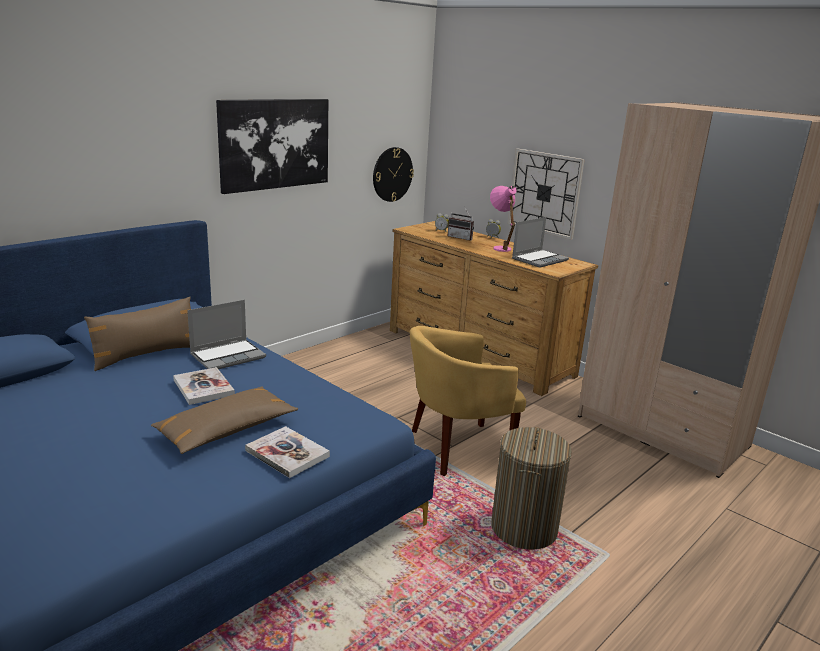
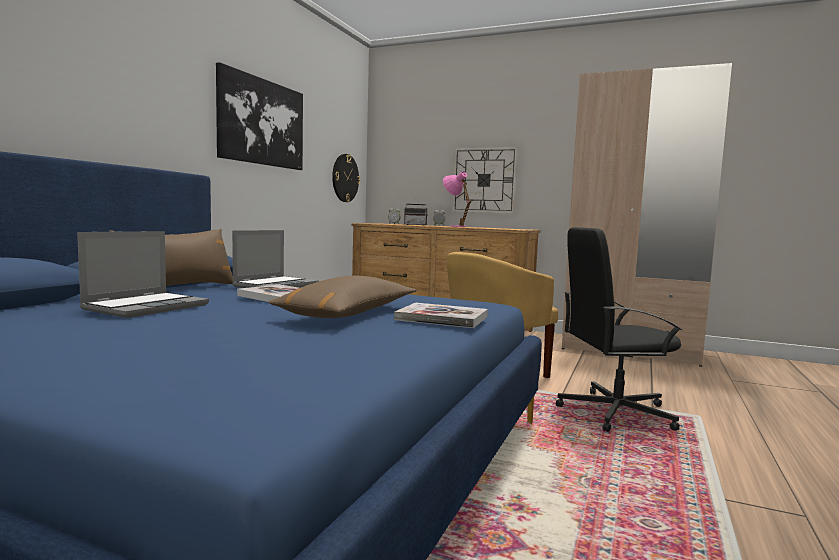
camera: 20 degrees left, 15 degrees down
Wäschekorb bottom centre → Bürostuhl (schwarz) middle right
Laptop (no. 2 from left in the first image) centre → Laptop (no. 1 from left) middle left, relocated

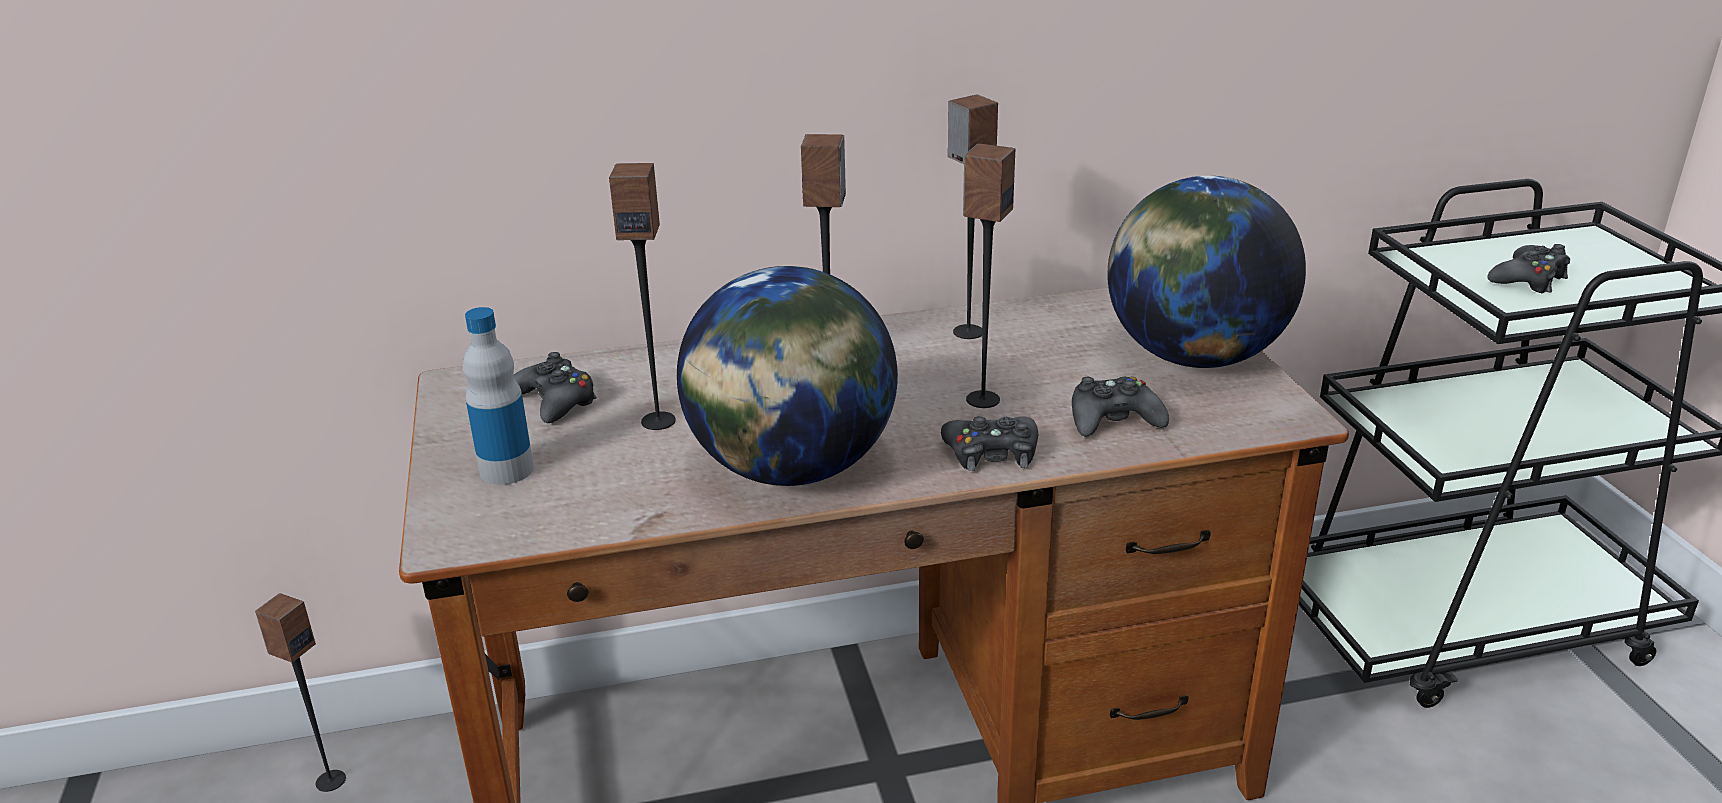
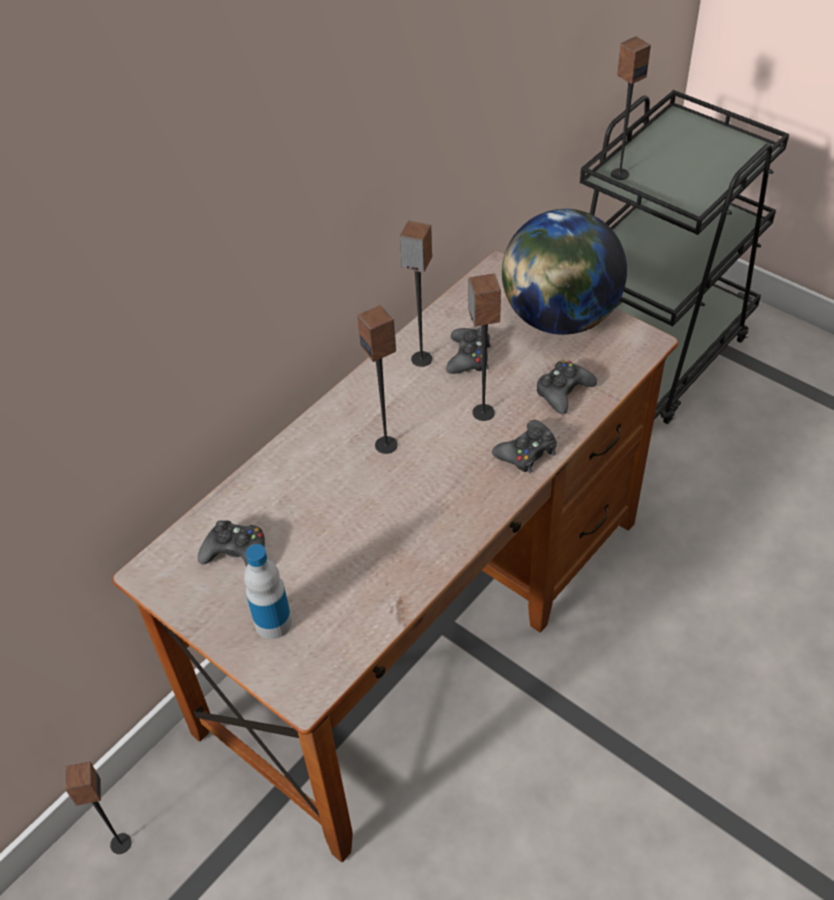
camera: 35 degrees left, 20 degrees up
Lautsprecher (no. 2 from left in the first image) centre → Lautsprecher (no. 5 from left) top right, relocated
Globus (no. 1 from left) centre → -
Gamepad (schwarz) (no. 4 from left in the first image) middle right → Gamepad (schwarz) (no. 2 from left) centre, relocated

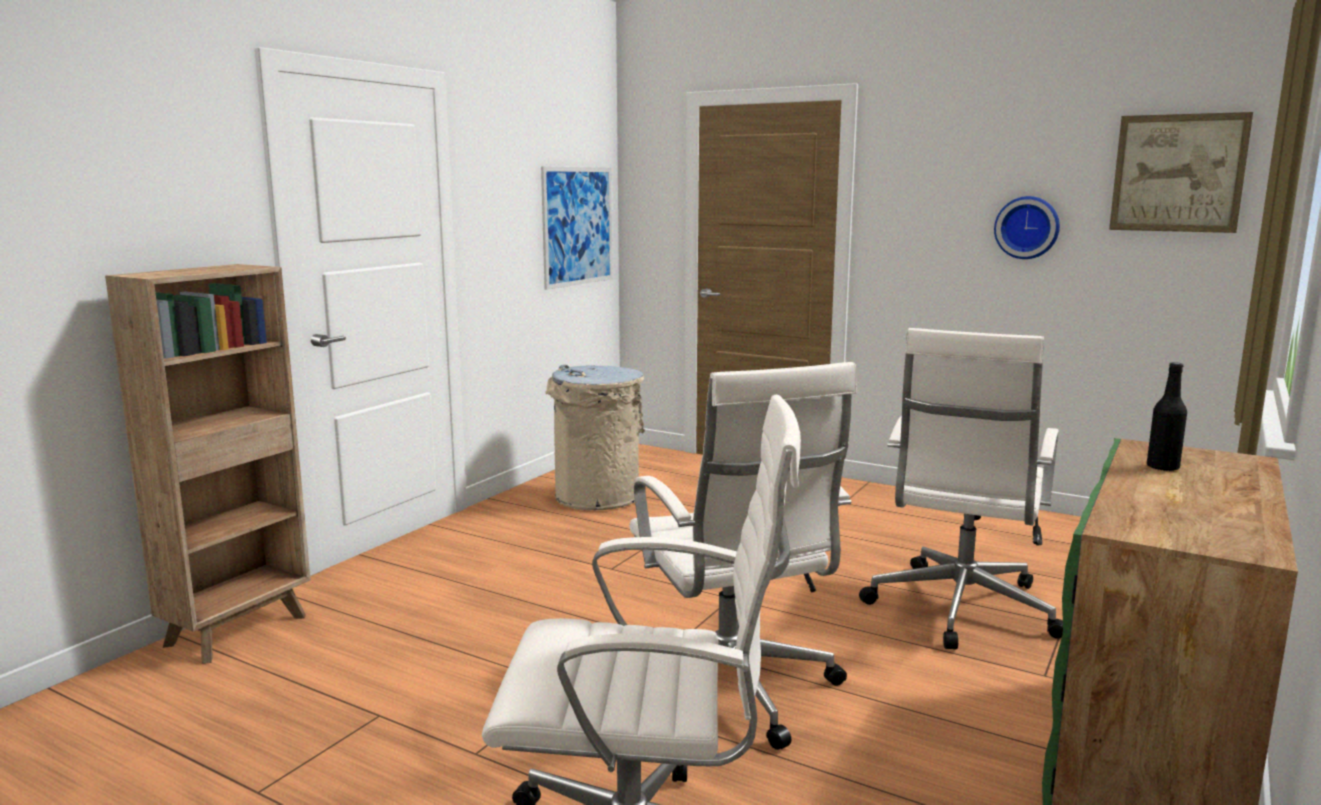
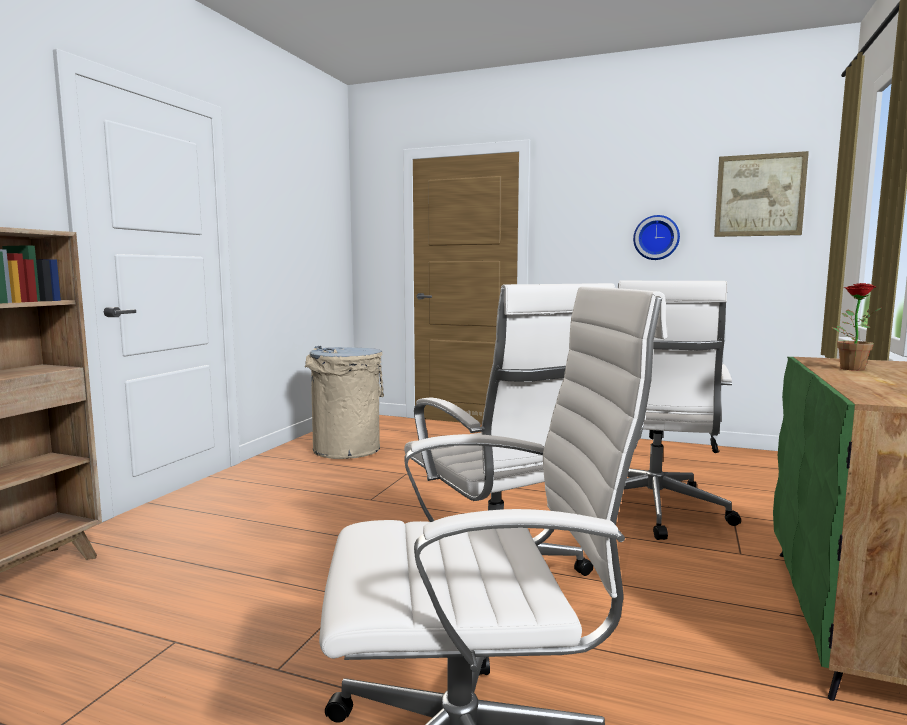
camera: 10 degrees left, 5 degrees down
Bild (no. 1 from left) top centre → -
Flasche (schwarz) middle right → Topfpflanze middle right

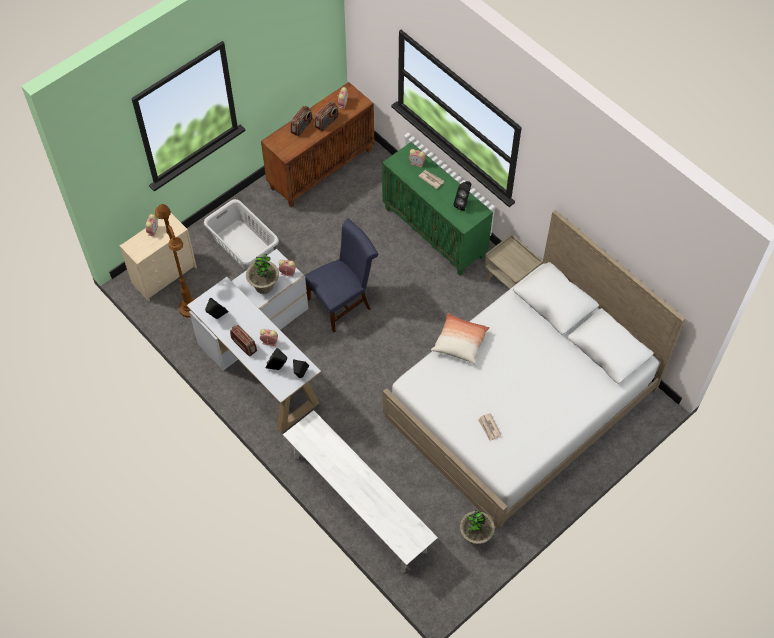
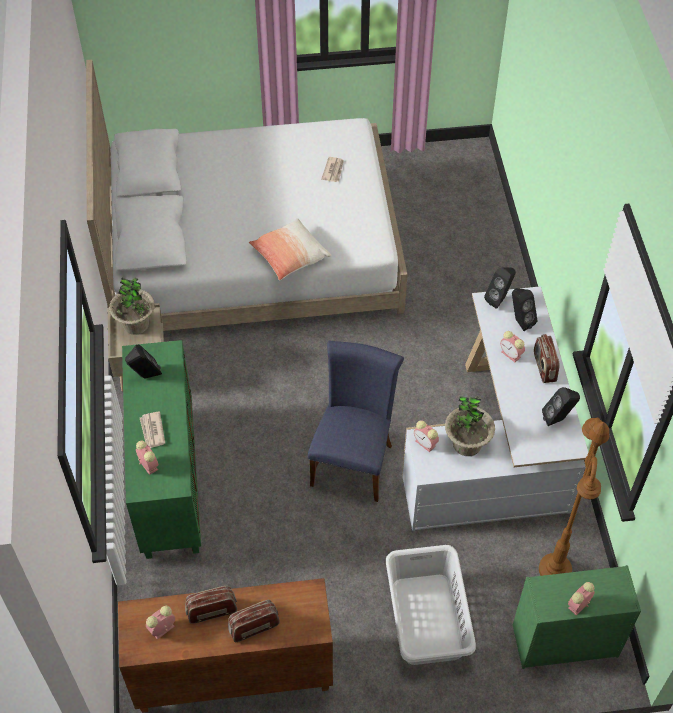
camera: 145 degrees left, 5 degrees down
Kommode (beige) middle left → Kommode (grün) bottom right
Bank (weiß) bottom centre → -
Stuhl (blau) centre, 105 degrees clockwise
Topfpflanze (no. 2 from left in the first image) bottom centre → Topfpflanze (no. 1 from left) middle left, relocated

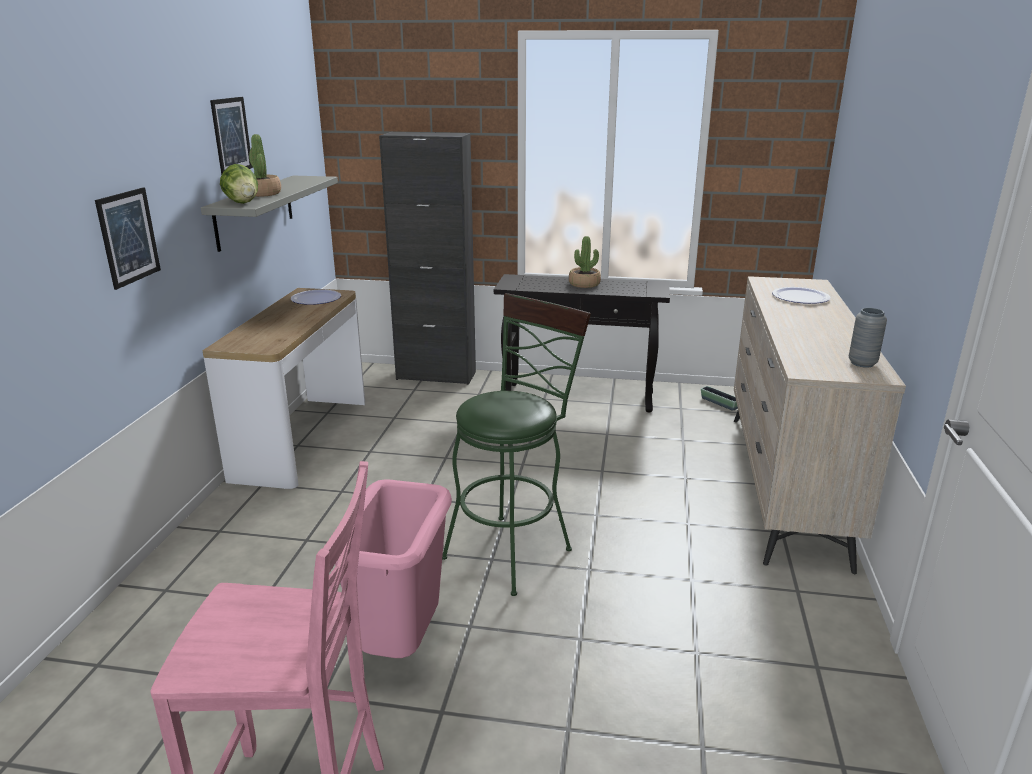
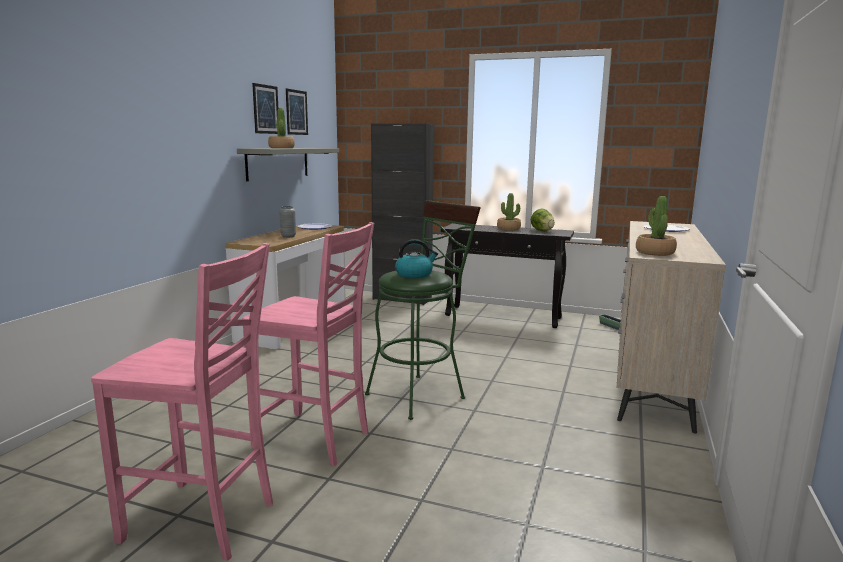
camera: 10 degrees right, 10 degrees down
Bild (no. 1 from left in the first image) top left → Bild (no. 2 from left) top centre, relocated
Salatkopf top left → Salatkopf centre, relocated
Mülleimer (rosa) bottom centre → Stuhl (rosa) (no. 2 from left) centre
Vase (grau) middle right → Vase (grau) centre, relocated
- → Wasserkessel centre
- → Topfpflanze (no. 3 from left) middle right

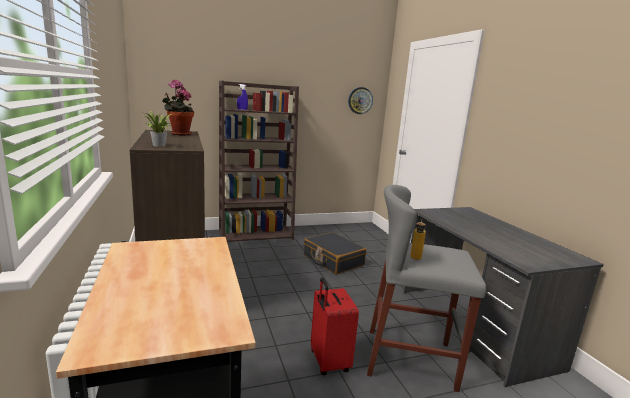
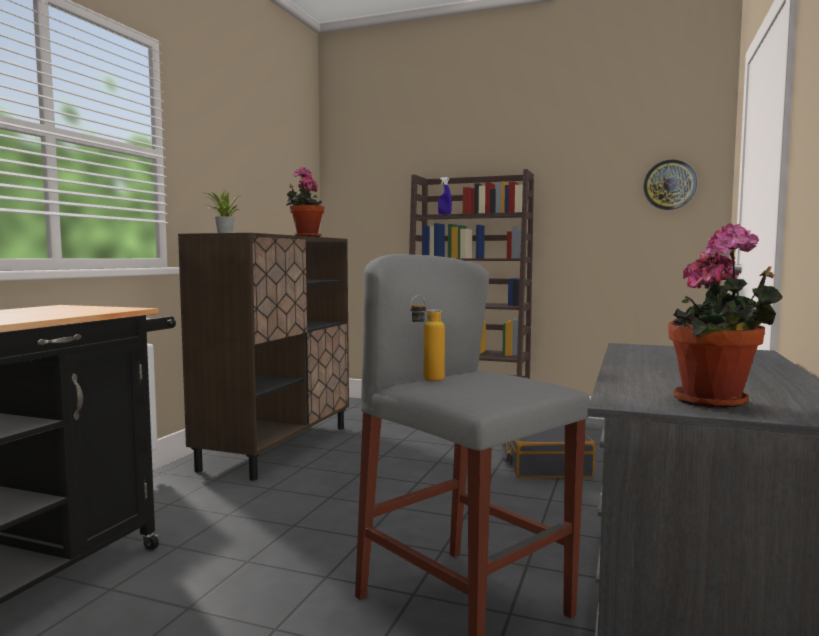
camera: 40 degrees right, 10 degrees down
Koffer (rot) bottom centre → -
- → Topfpflanze (no. 3 from left) middle right

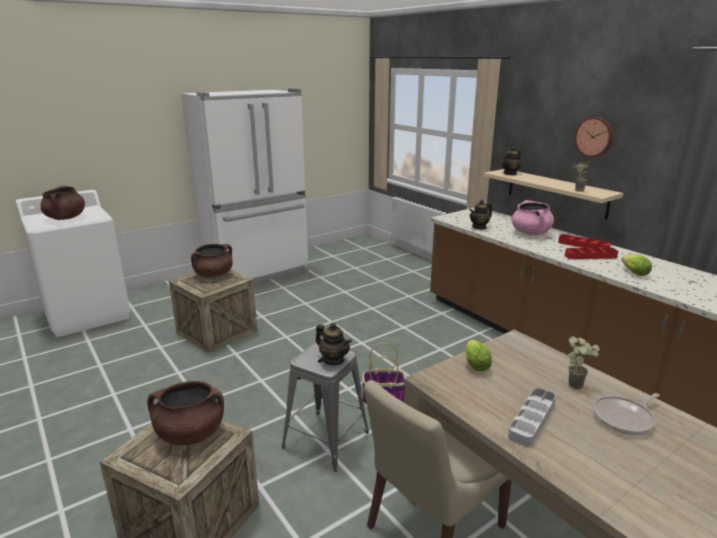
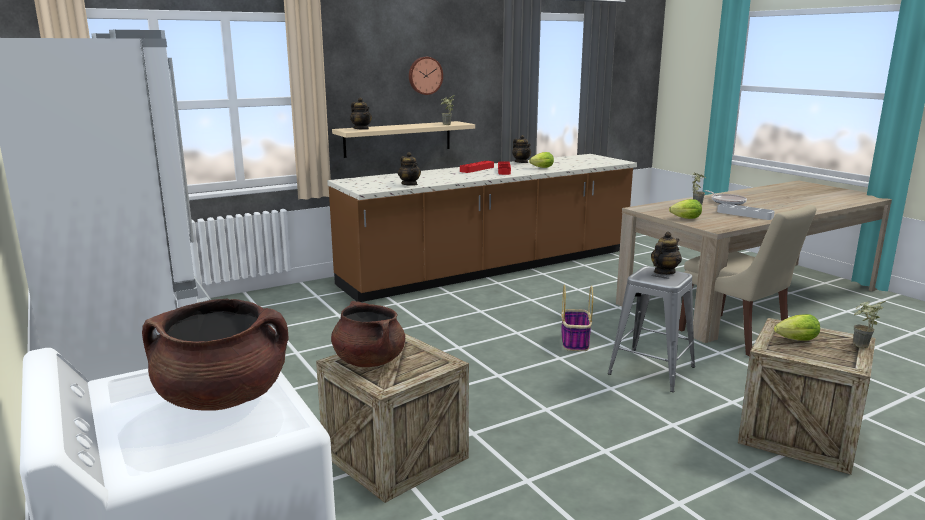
camera: 85 degrees left, 5 degrees down
Kochtopf (braun) (no. 2 from left) bottom left → Salatkopf (no. 3 from left) middle right
Kochtopf (rosa) middle right → -
- → Teekanne (no. 3 from left) top centre
- → Topfpflanze (no. 3 from left) middle right

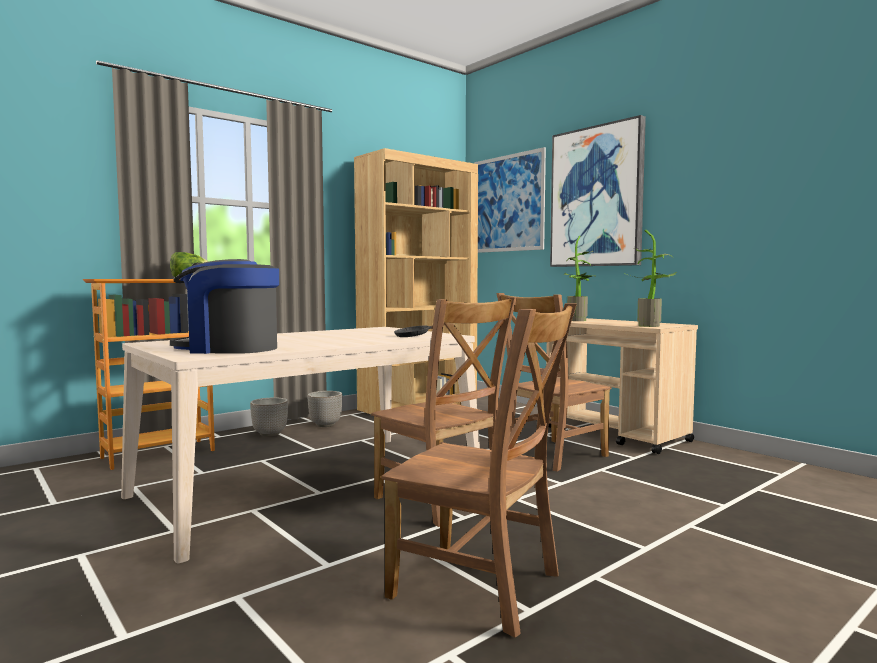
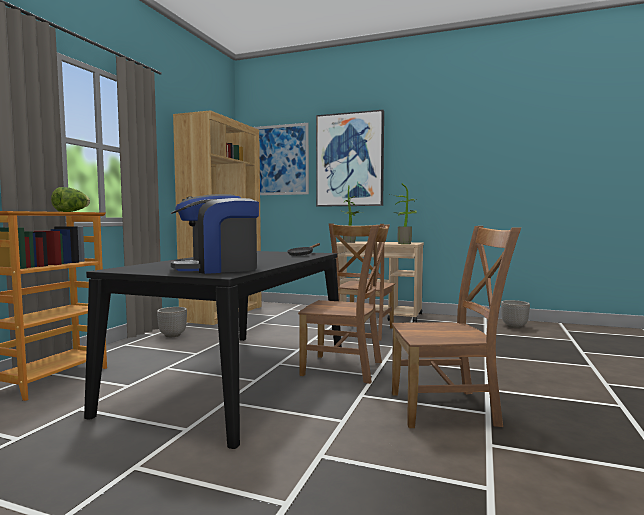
camera: 30 degrees left, 0 degrees up
Esstisch (beige) bottom centre → Esstisch (schwarz) bottom left
Pflanzkübel (no. 1 from left in the first image) middle left → Pflanzkübel (no. 2 from left) middle right, relocated

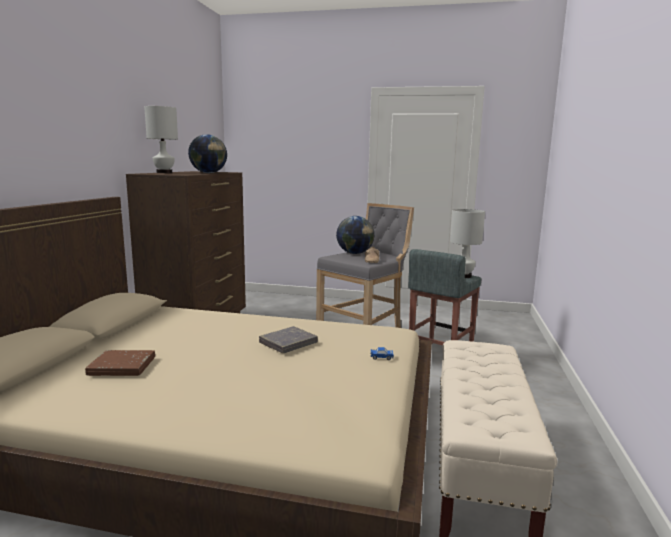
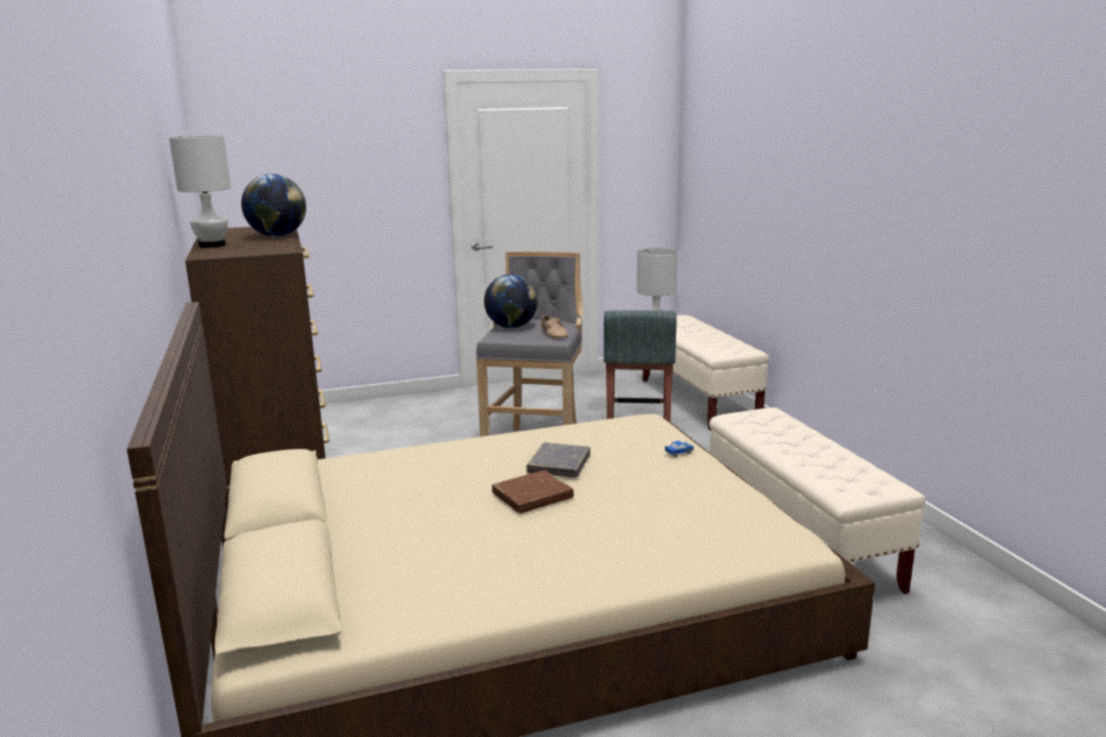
camera: 30 degrees left, 5 degrees up
Buch (braun) bottom left → Buch (braun) centre, relocated
- → Bank (beige) (no. 1 from left) centre

